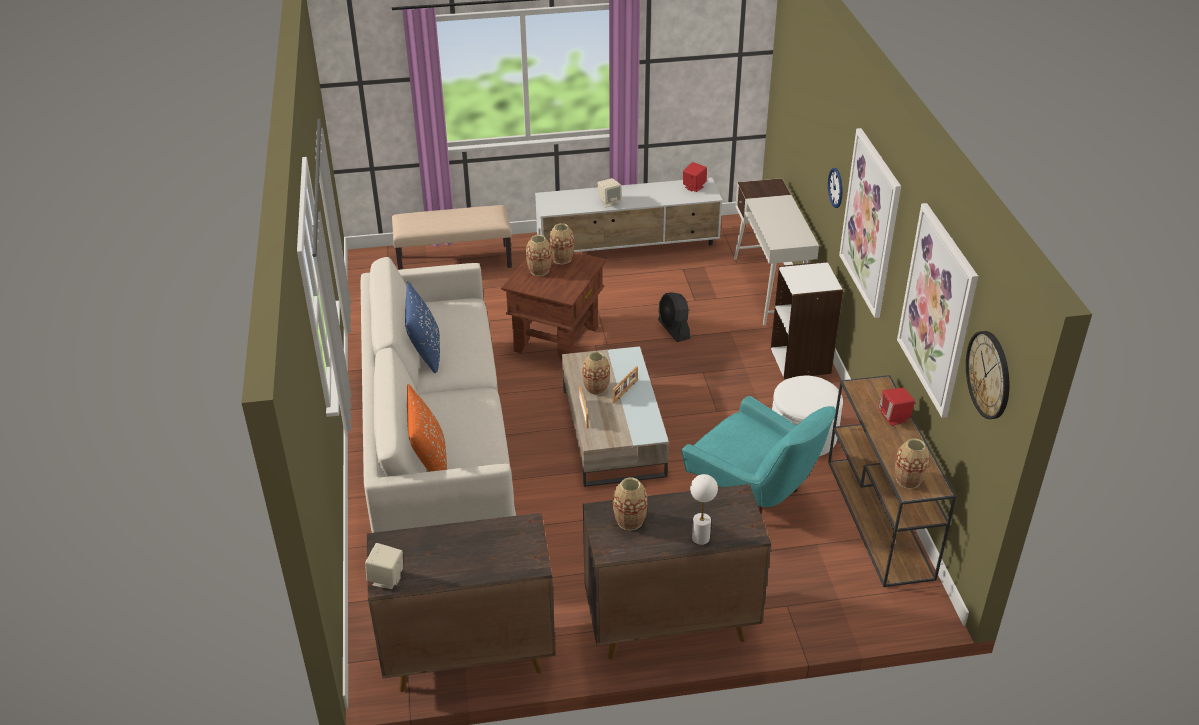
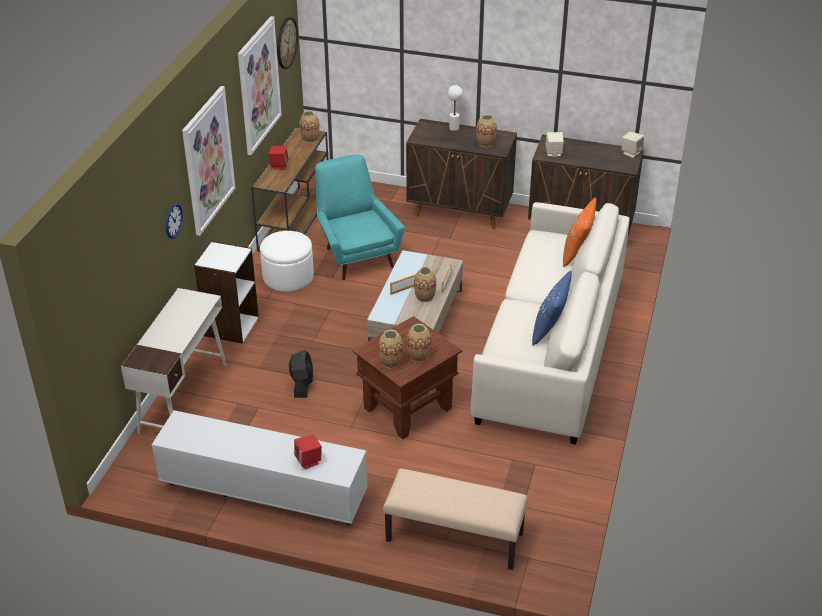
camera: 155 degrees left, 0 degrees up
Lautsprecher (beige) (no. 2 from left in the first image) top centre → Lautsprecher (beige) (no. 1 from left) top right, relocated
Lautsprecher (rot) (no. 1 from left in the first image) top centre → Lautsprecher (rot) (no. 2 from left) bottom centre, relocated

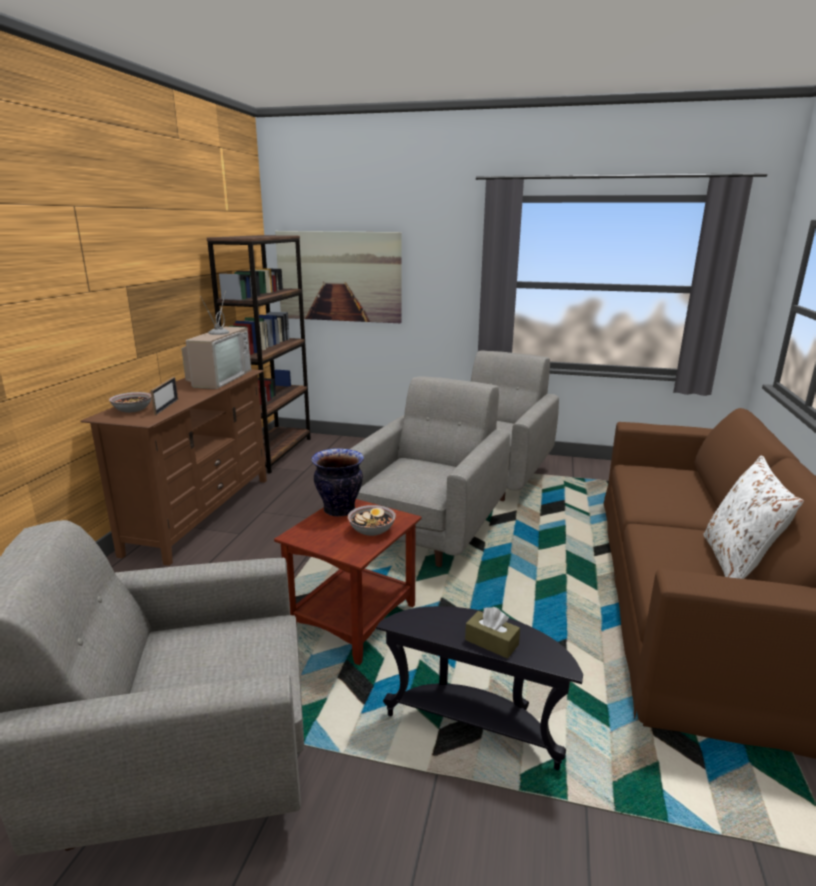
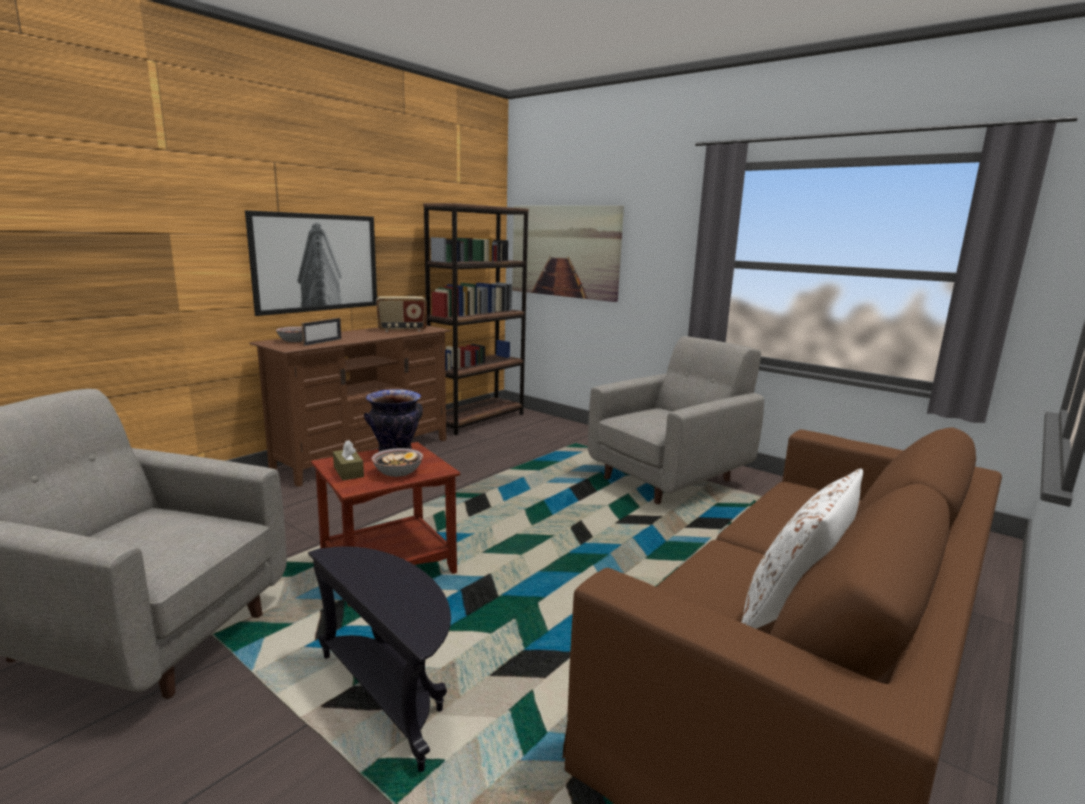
camera: 25 degrees right, 5 degrees down
Fernseher middle left → Radio centre
Sessel (grau) (no. 2 from left) centre → -
Taschentuchbox (braun) bottom centre → Taschentuchbox (braun) middle left, relocated
- → Bild (no. 1 from left) top left

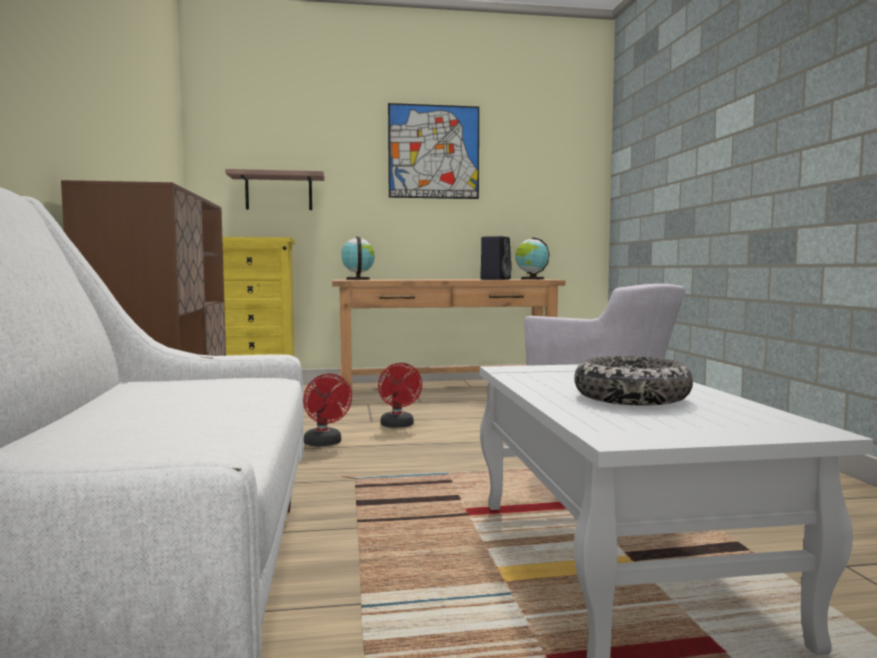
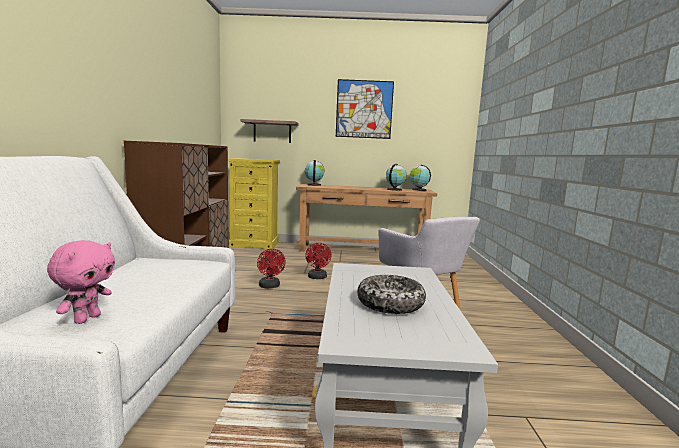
camera: 10 degrees right, 5 degrees up
Lautsprecher (schwarz) centre → Globus (no. 2 from left) centre
- → Plüschtier (rosa) middle left

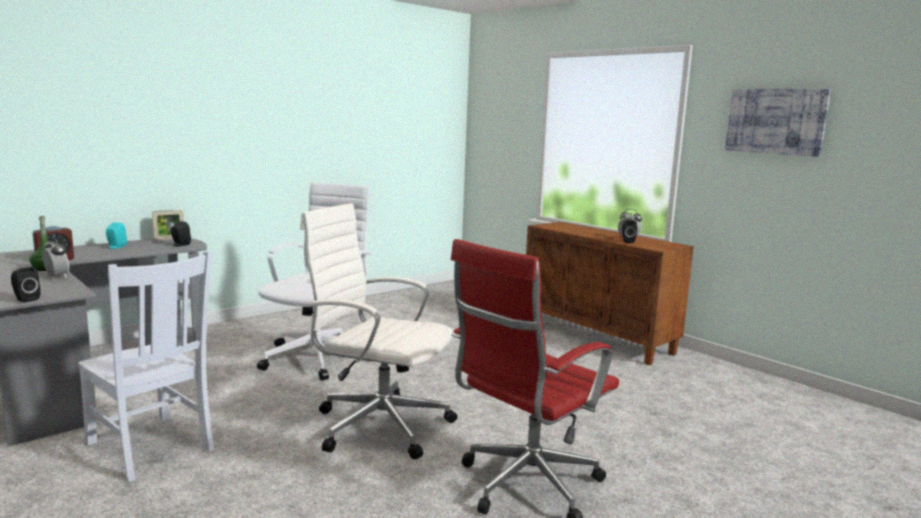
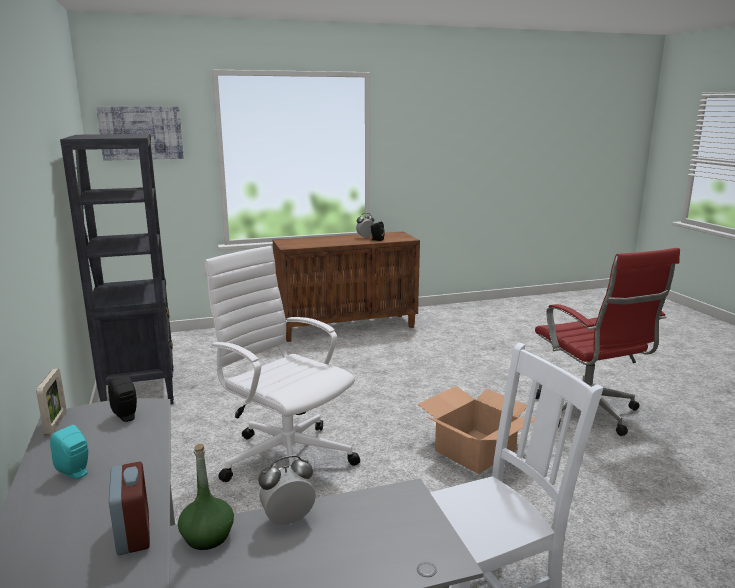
camera: 65 degrees left, 5 degrees up
Lautsprecher (schwarz) (no. 1 from left) middle left → -
Bürostuhl (weiß) (no. 2 from left) centre → Karton bottom centre
Bild top right → Bild top left, relocated
- → Bücherregal (schwarz) middle left

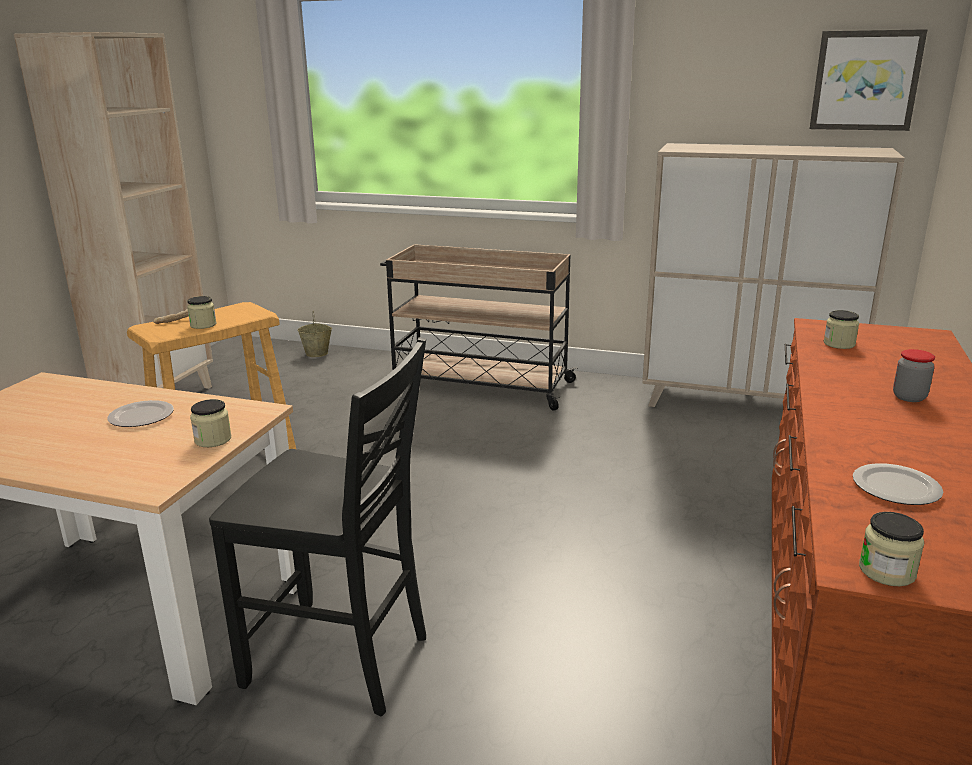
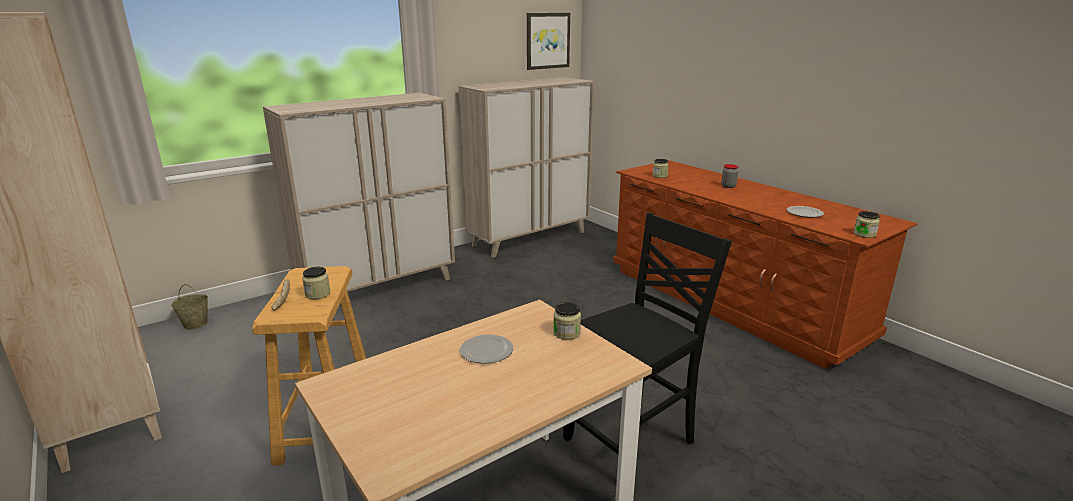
camera: 55 degrees left, 0 degrees up
Rollwagen (beige) centre → Schrank (beige) (no. 1 from left) centre

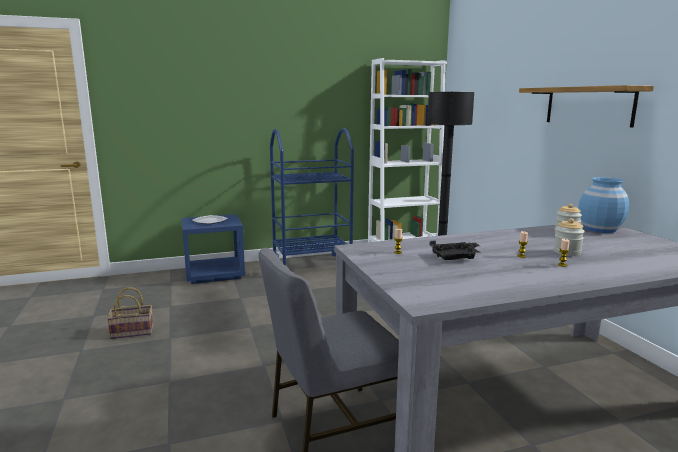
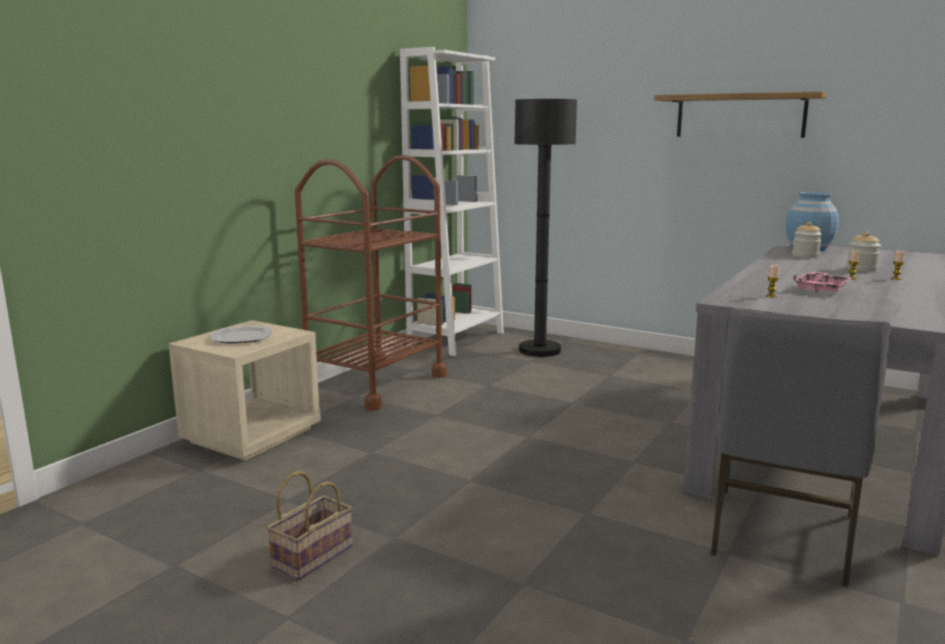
camera: 40 degrees left, 0 degrees up
Nachttisch (blau) middle left → Nachttisch (beige) middle left
Rollwagen (blau) centre → Rollwagen (braun) centre
Tablett (schwarz) middle right → Tablett (rosa) middle right

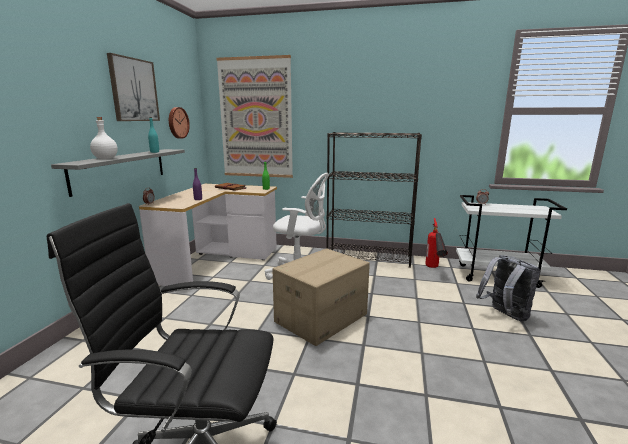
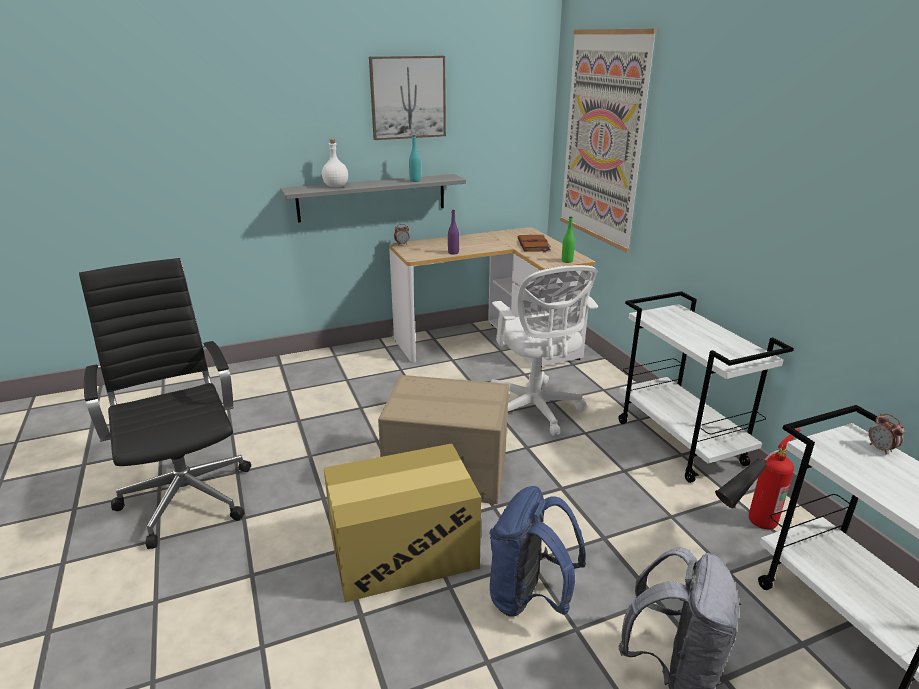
camera: 55 degrees right, 10 degrees up
Wanduhr top left → -
Bücherregal (schwarz) centre → Rollwagen (weiß) (no. 1 from left) middle right
- → Karton (no. 1 from left) bottom centre
- → Rucksack (blau) bottom centre

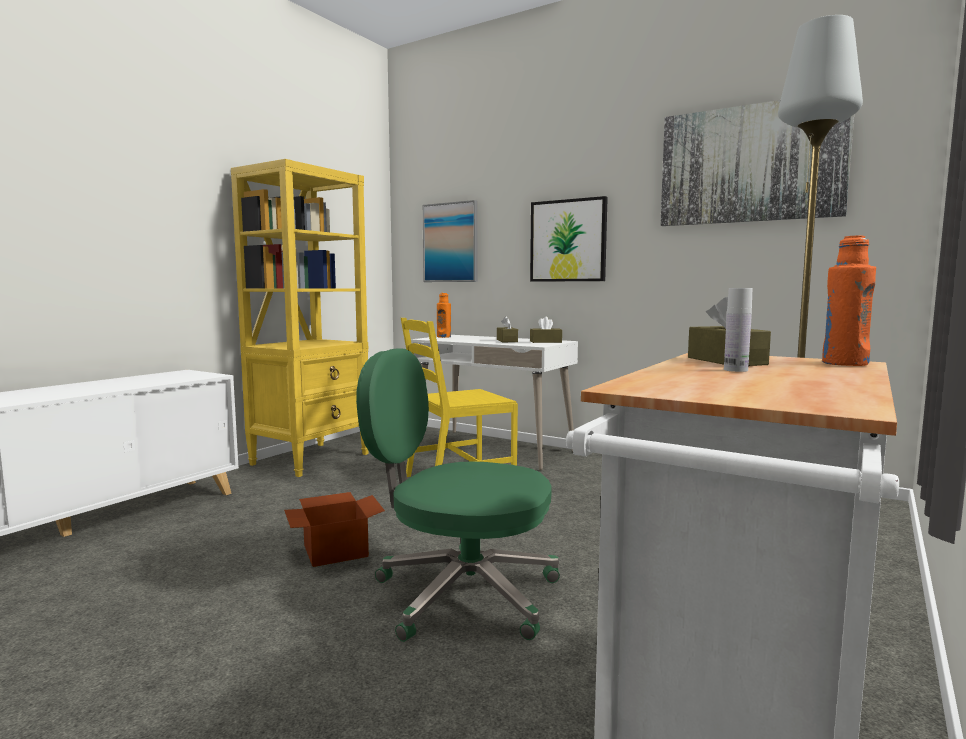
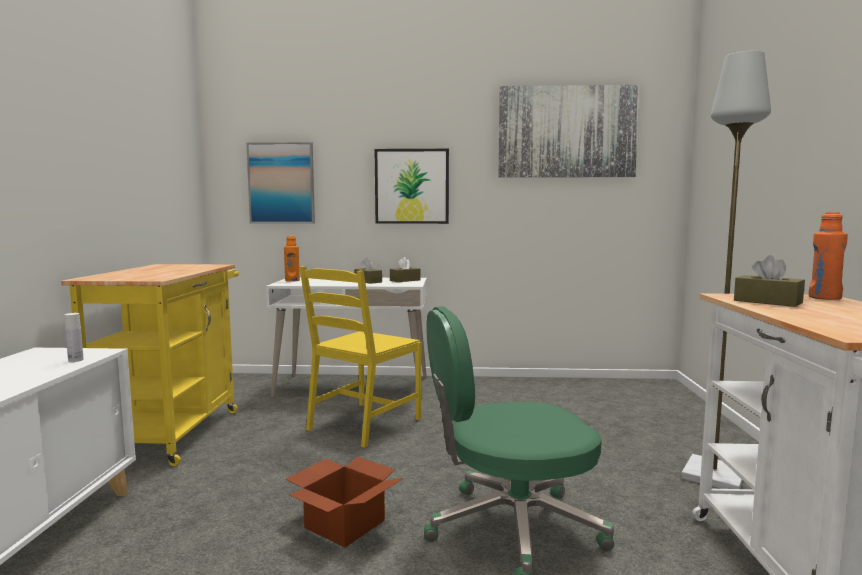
camera: 30 degrees left, 0 degrees up
Bücherregal (gelb) middle left → Rollwagen (gelb) middle left
Flasche (weiß) middle right → Flasche (weiß) middle left, relocated

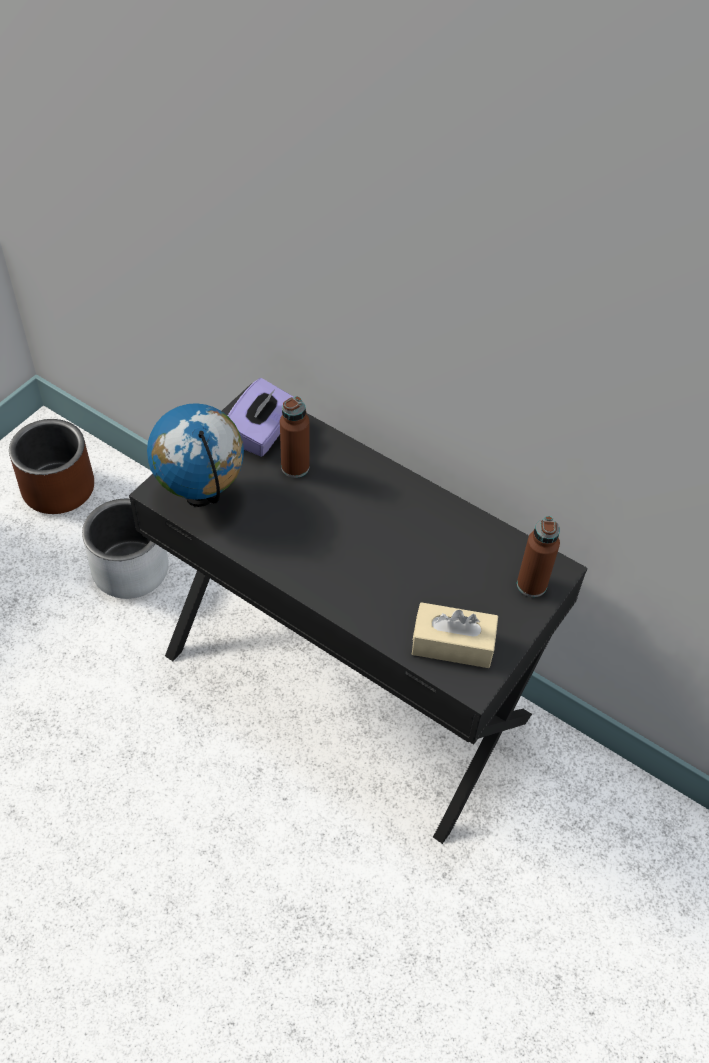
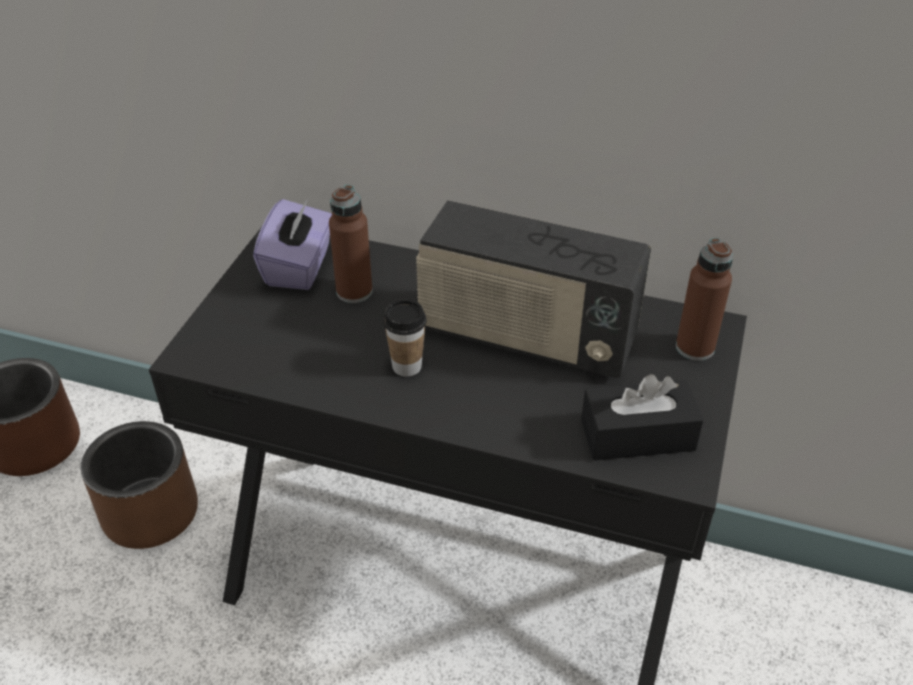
camera: 15 degrees left, 10 degrees down
Pflanzkübel (grau) middle left → Pflanzkübel (braun) (no. 2 from left) bottom left
Globus middle left → -
Taschentuchbox (beige) centre → Taschentuchbox (schwarz) middle right
- → Tasse centre
- → Radio centre

